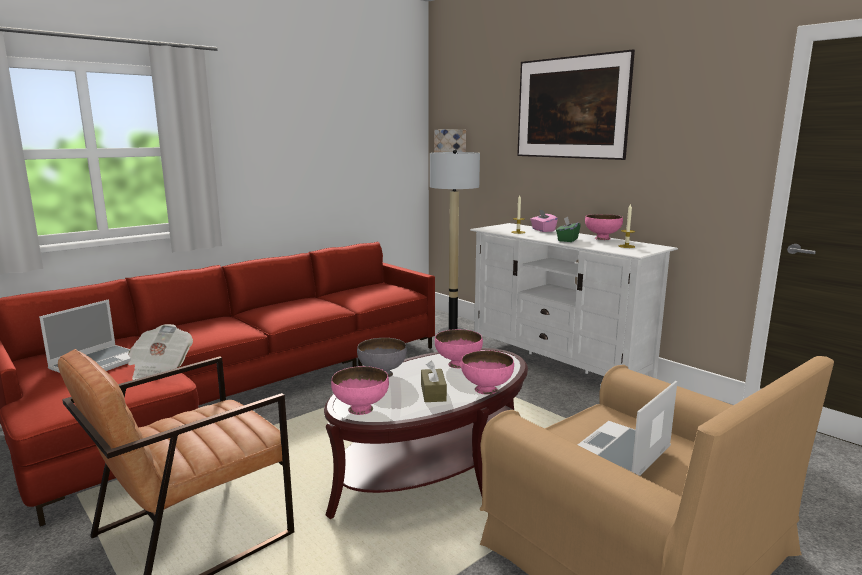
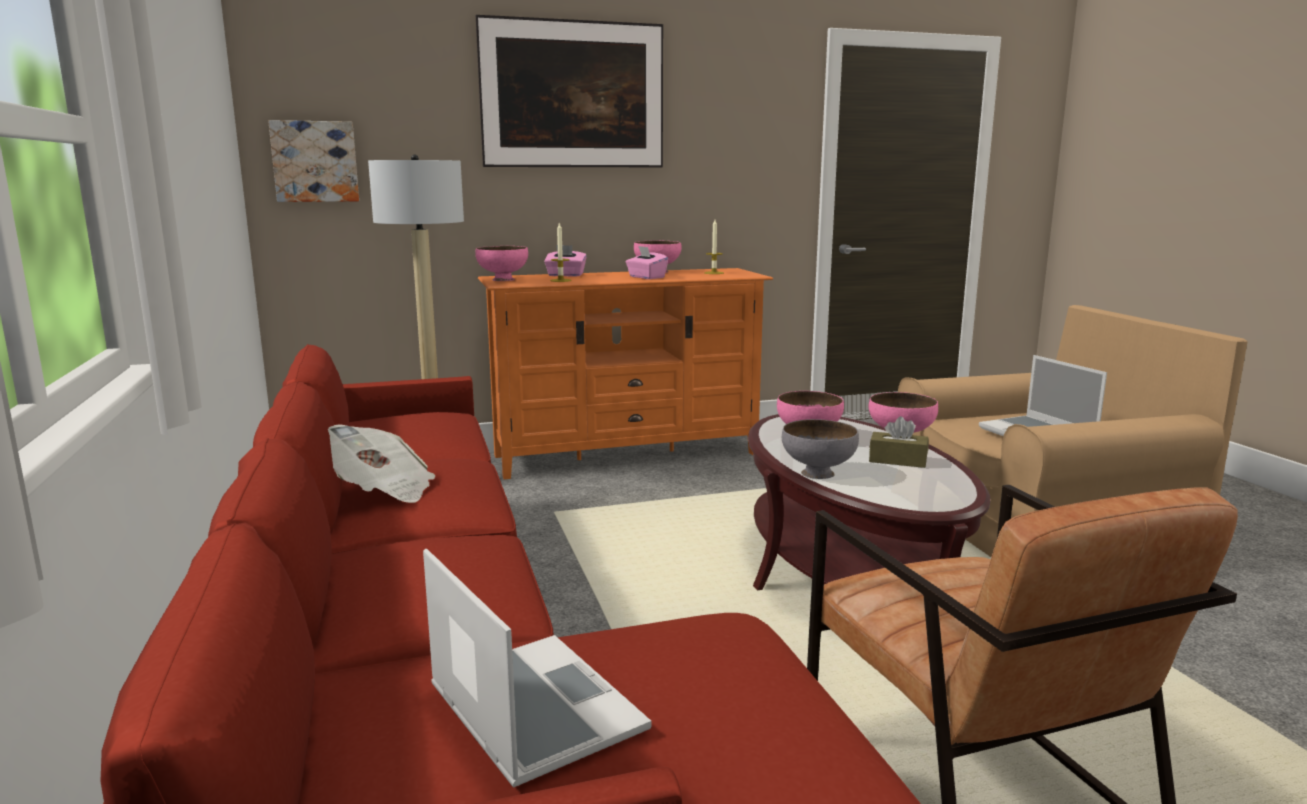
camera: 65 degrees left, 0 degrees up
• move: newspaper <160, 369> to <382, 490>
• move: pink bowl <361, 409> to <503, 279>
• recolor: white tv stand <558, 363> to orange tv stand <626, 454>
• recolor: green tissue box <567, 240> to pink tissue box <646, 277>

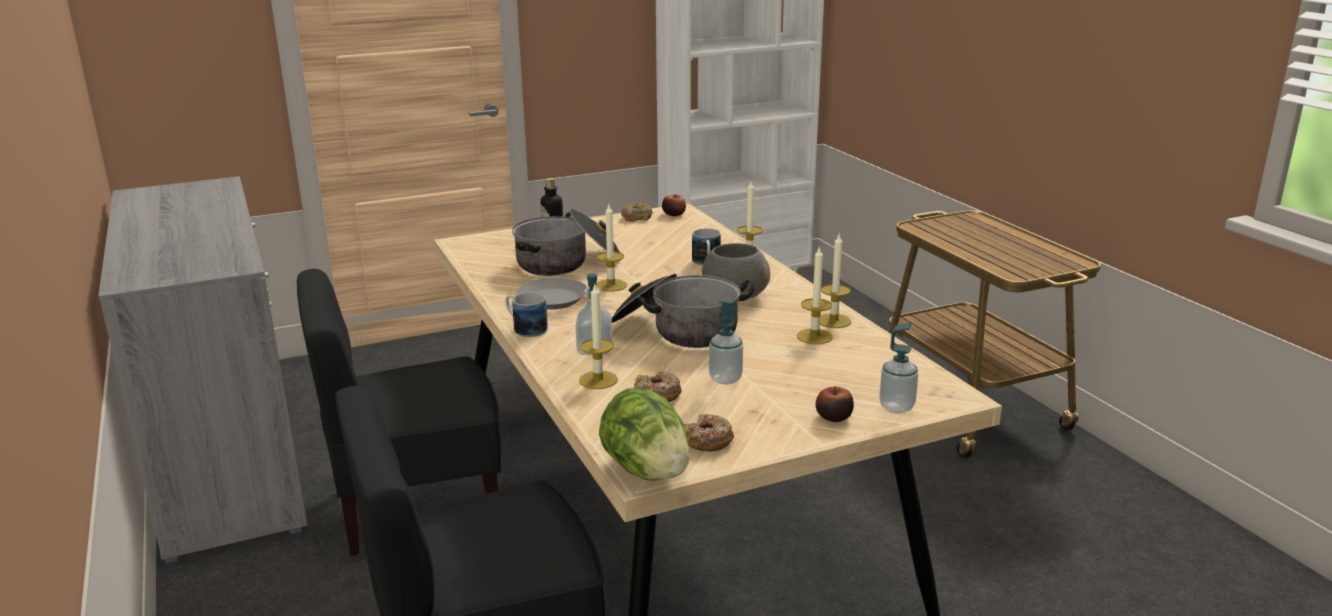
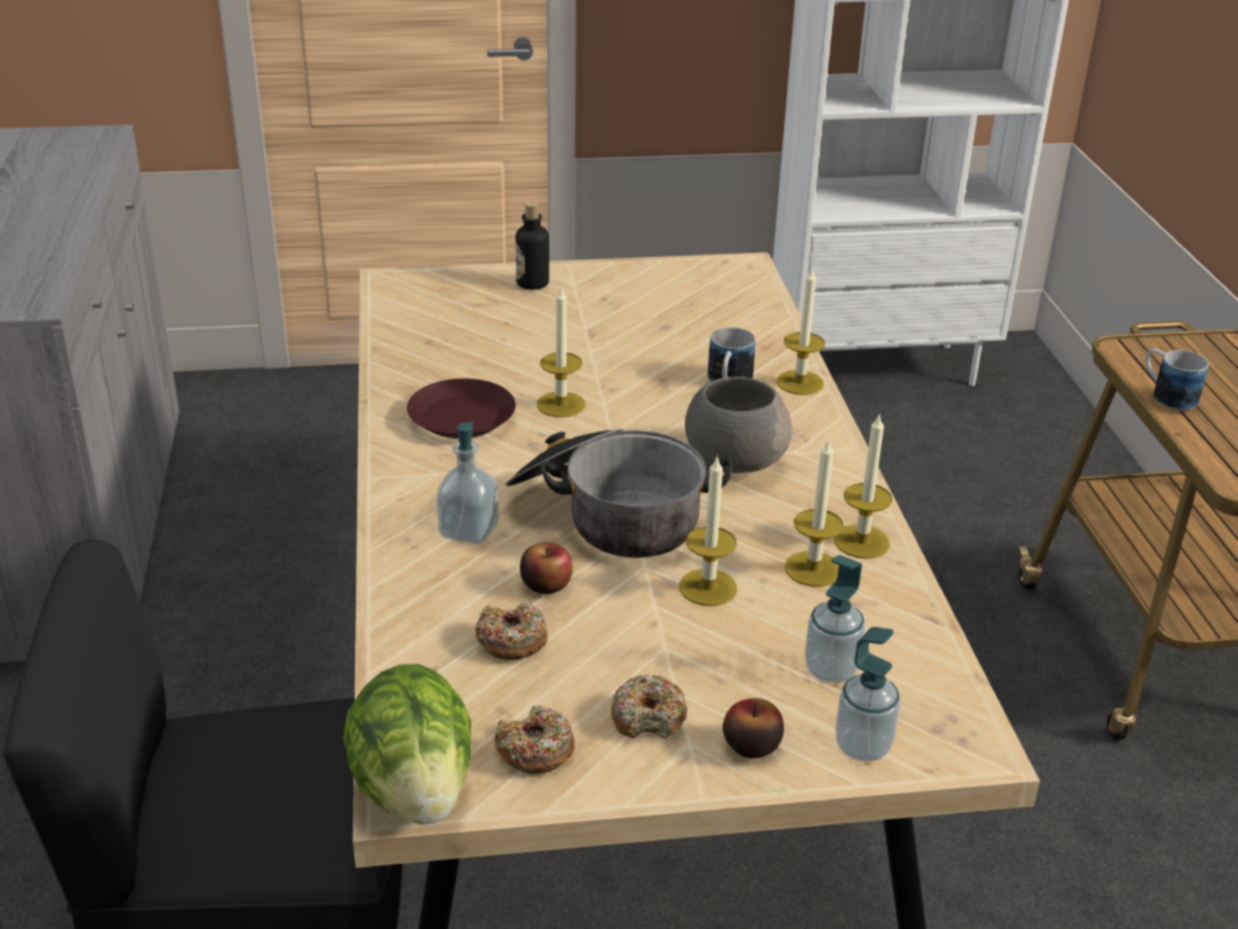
camera: 15 degrees right, 10 degrees up
• delete: black chair <417, 508>
• move: mug <525, 328> to <1166, 395>
• delete: cooking pot <568, 262>
• recolor: grey plate <552, 299> to brown plate <462, 417>
• move: candle <598, 380> to <708, 587>
• move: donut <636, 217> to <648, 717>
• move: apple <674, 214> to <546, 584>
• move: soap dispenser <725, 379> to <830, 670>

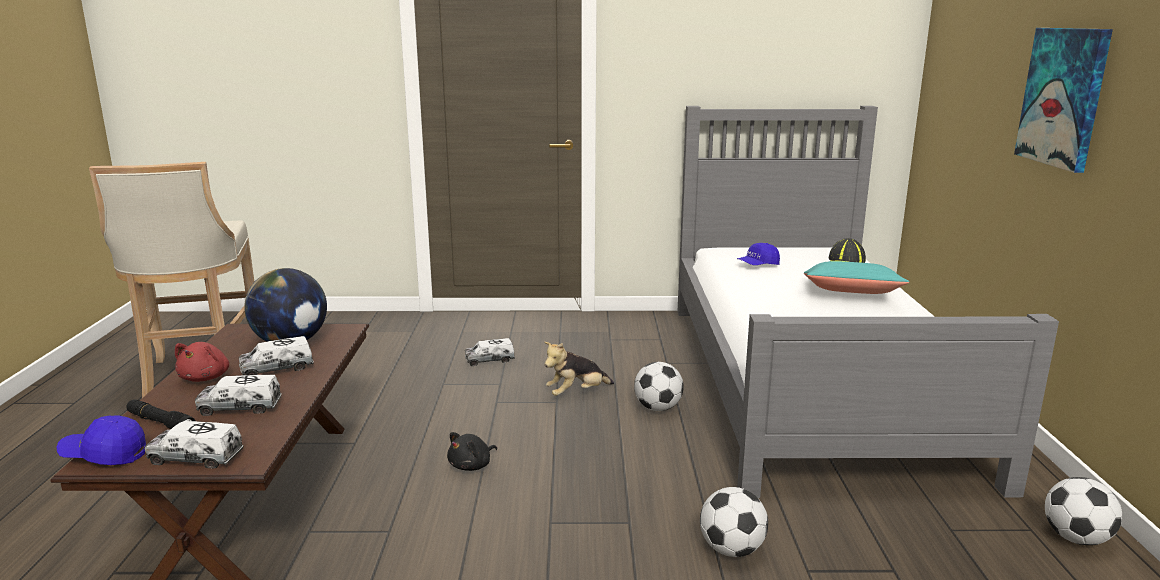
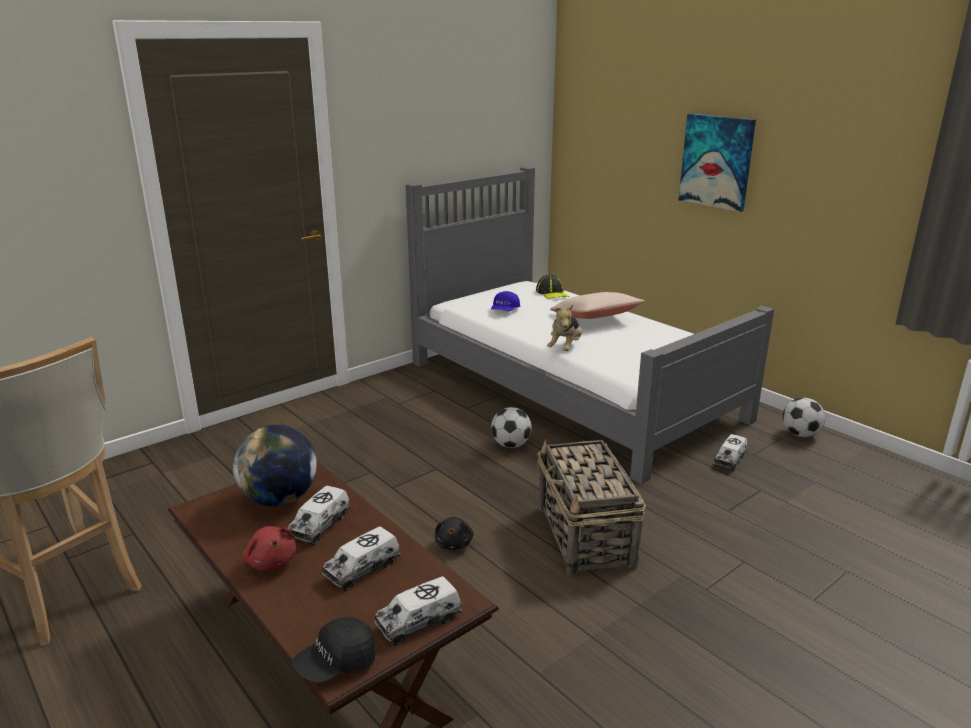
camera: 40 degrees left, 5 degrees up
• recolor: blue cap <104, 455> to black cap <336, 663>
• delete: black flashlight <161, 423>
• move: toy truck <489, 360> to <730, 460>
• move: plush toy <576, 393> to <565, 348>
• delete: football <731, 549>
• recolor: turquoise pillow <851, 295> to beige pillow <595, 318>
• insert: basket <585, 537>

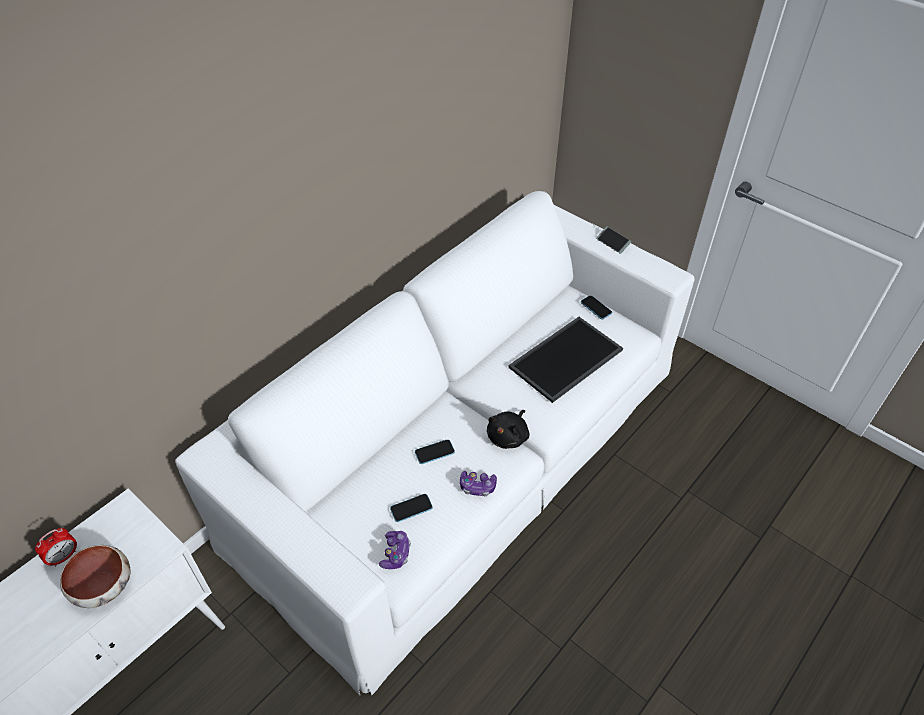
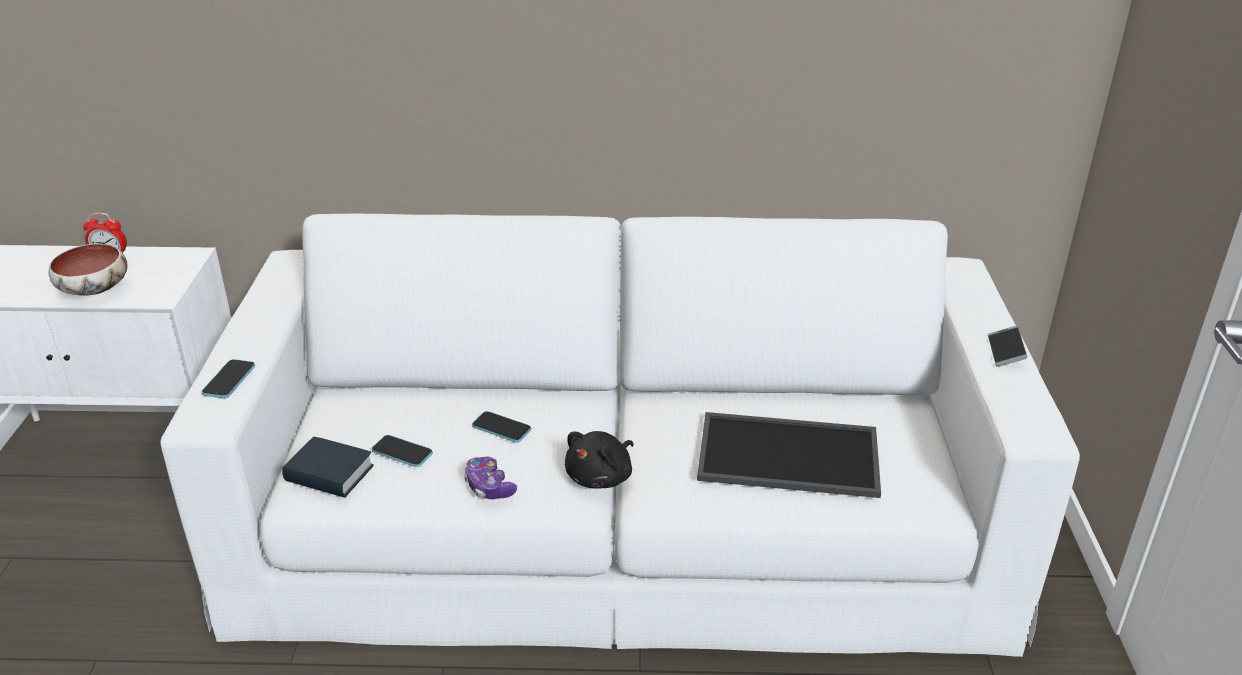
camera: 50 degrees right, 15 degrees down
• replace: game controller <395, 553> to book <329, 474>
• rotate: black plush toy <508, 436> = <601, 477> 45 degrees counterclockwise
• move: phone <596, 308> to <229, 380>

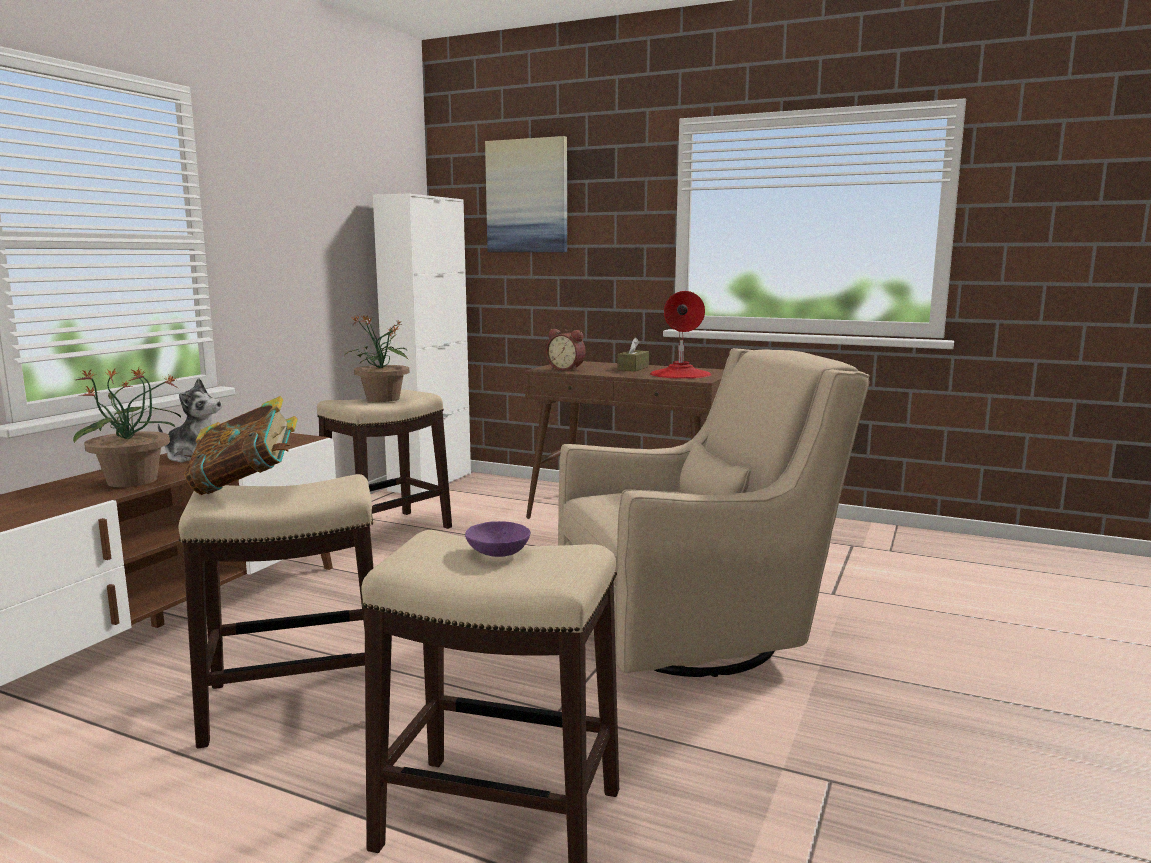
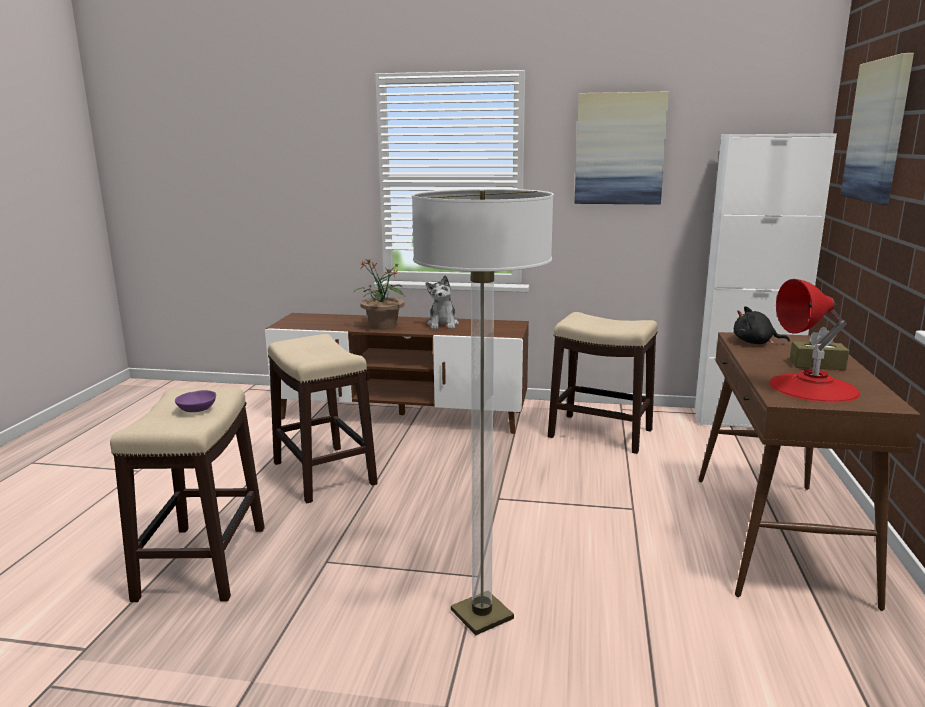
camera: 75 degrees right, 5 degrees up
• delete: book <246, 487>
• delete: potted plant <382, 399>
• replace: alarm clock <567, 369> to black plush toy <755, 343>
• replace: beige armchair <697, 634> to floor lamp <482, 615>
• insert: picture <619, 149>

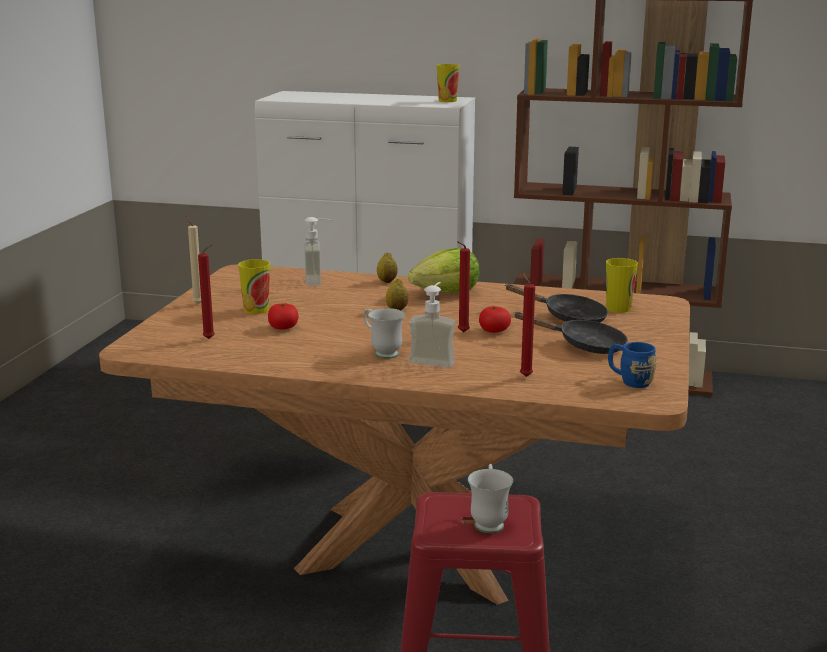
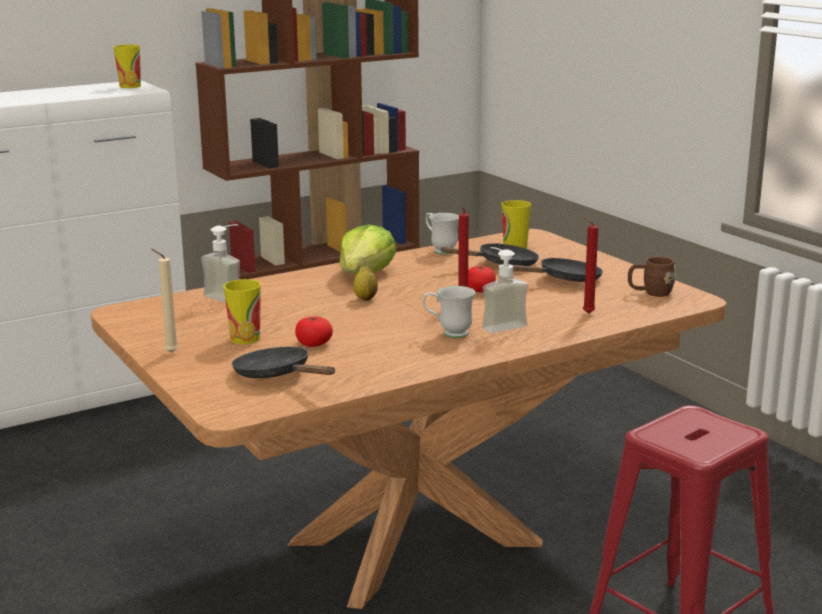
camera: 45 degrees left, 0 degrees up
• replace: red candle <211, 338> to black frying pan <277, 375>
• delete: lemon <387, 281>
• move: white mug <489, 521> to <440, 250>
• recolor: blue mug <629, 380> to brown mug <650, 293>

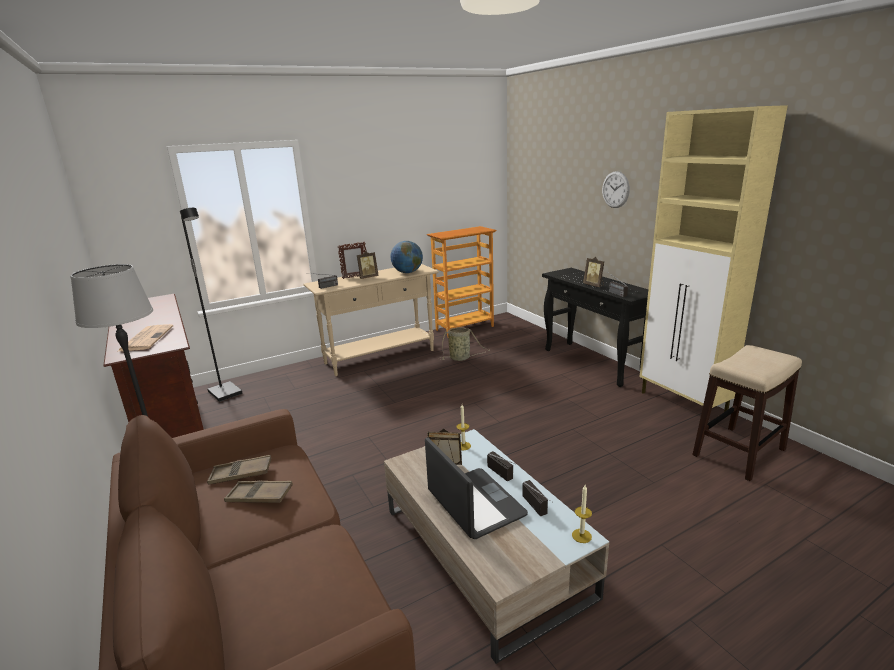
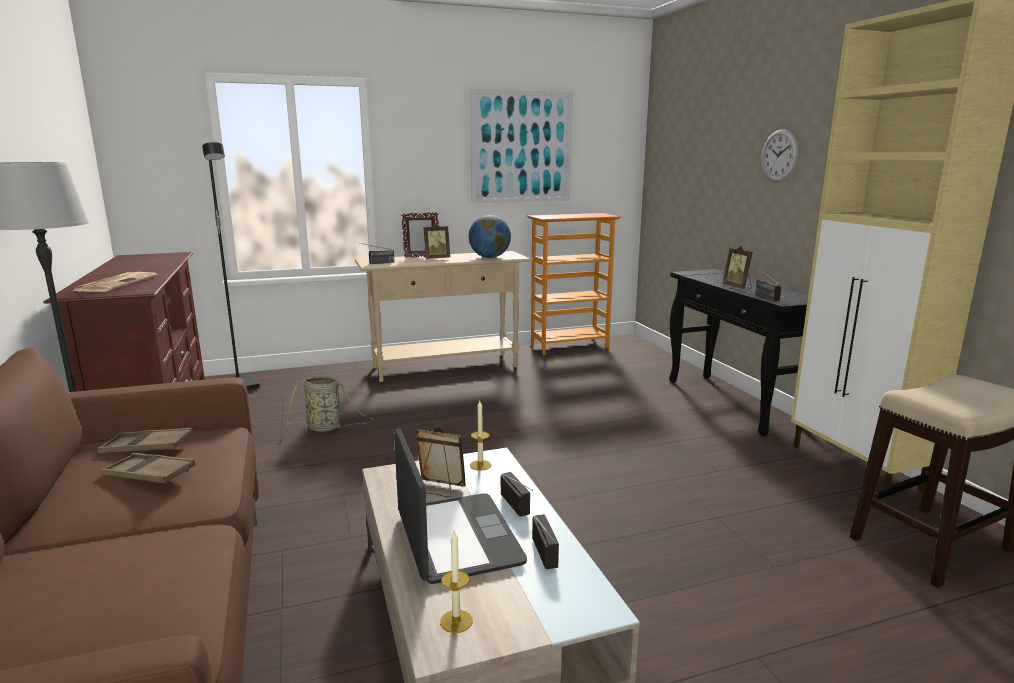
camera: 10 degrees right, 5 degrees down
• move: basket <461, 358> to <326, 428>
• move: candle <581, 536> to <456, 621>
• insert: picture <521, 147>

